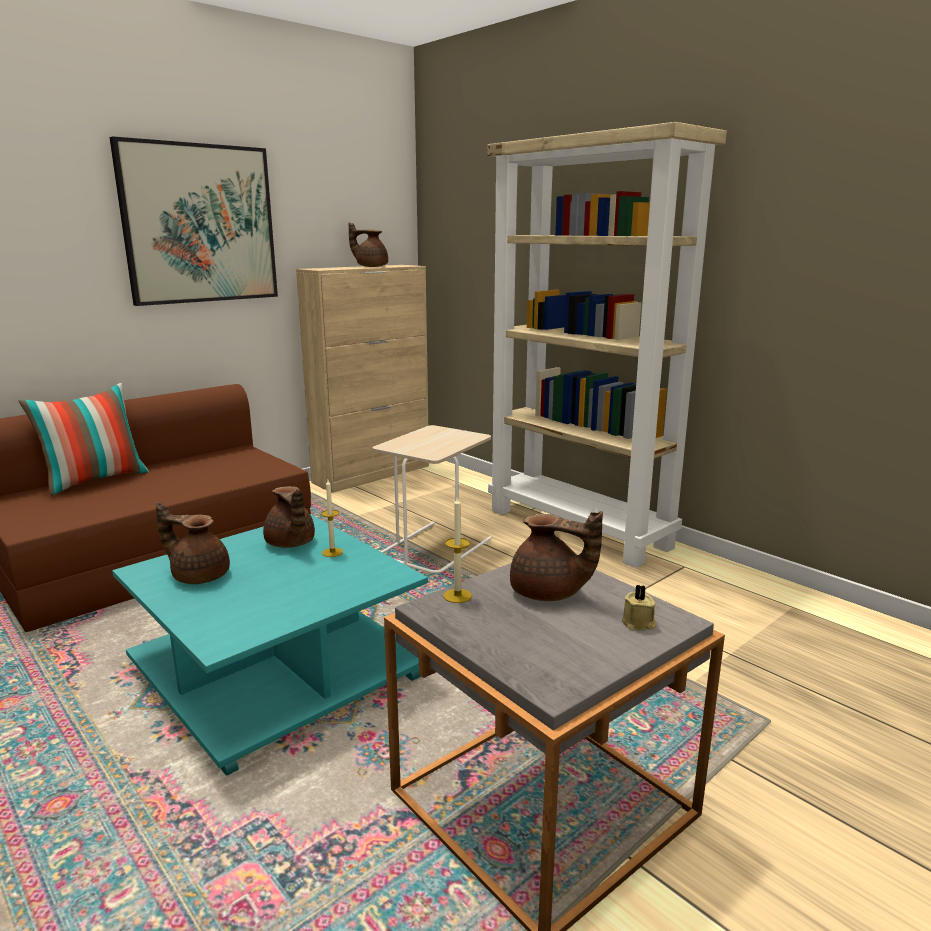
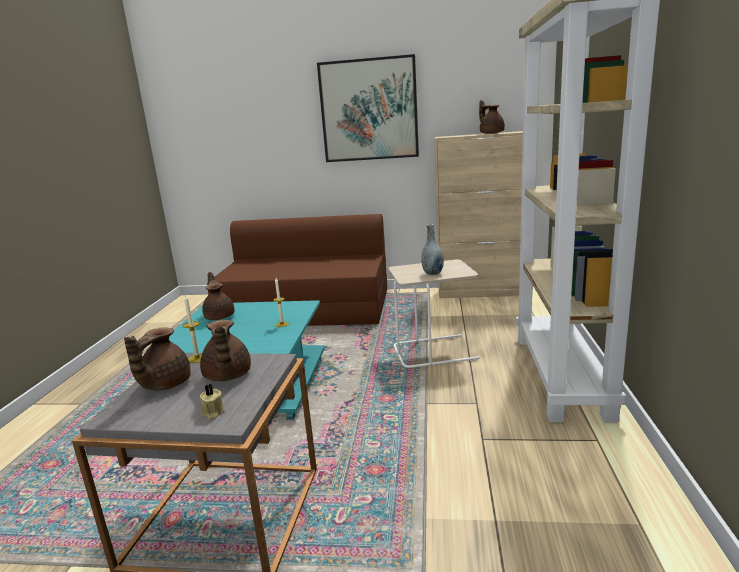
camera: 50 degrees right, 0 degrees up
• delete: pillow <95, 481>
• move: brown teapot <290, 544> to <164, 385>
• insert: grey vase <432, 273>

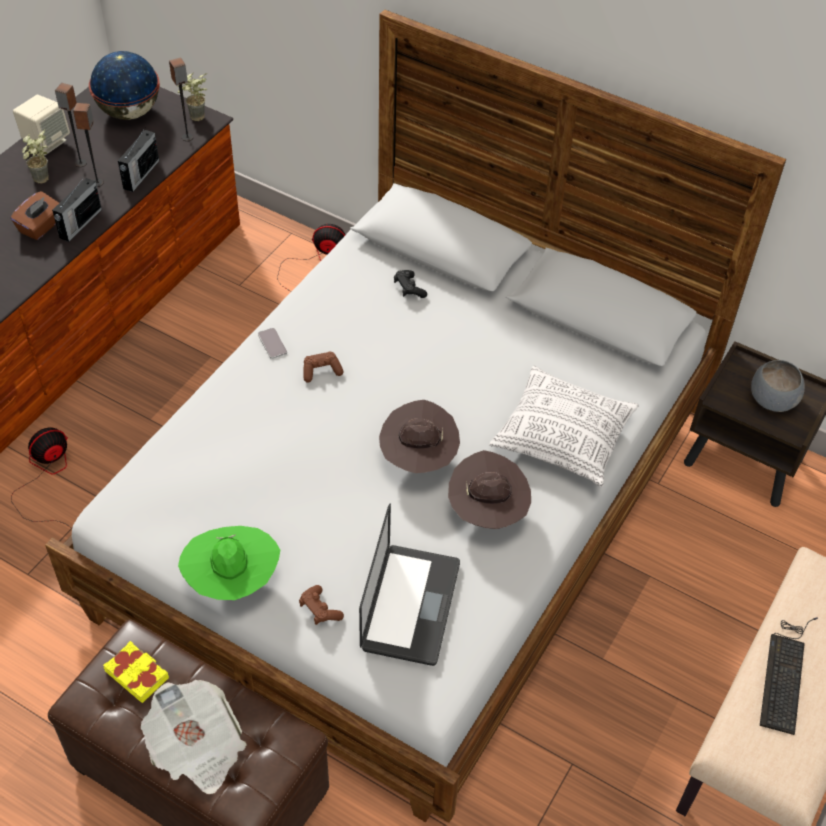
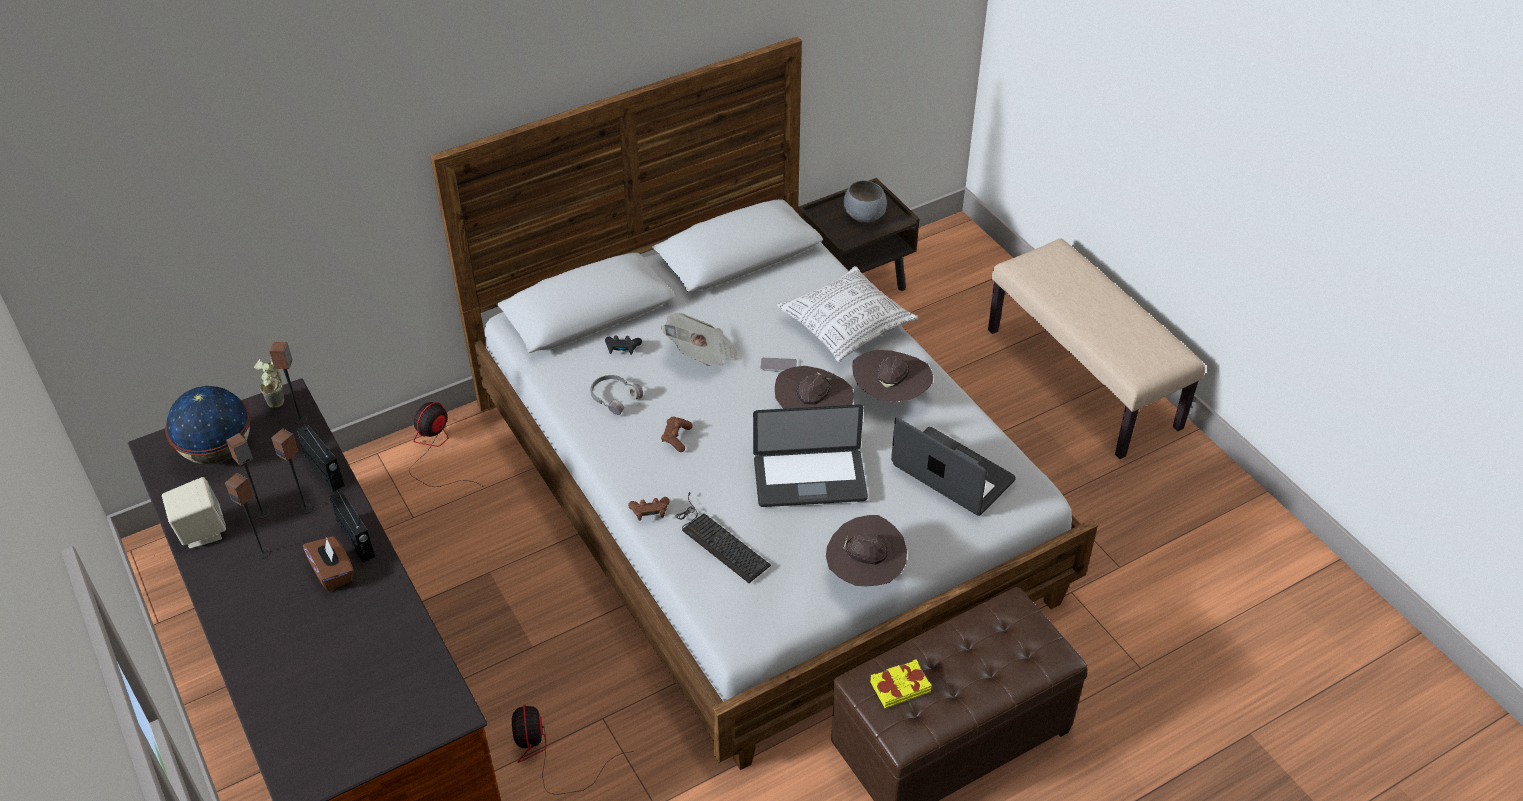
camera: 60 degrees left, 5 degrees down
• replace: potted plant <42, 182> to speaker <263, 553>
• move: newspaper <197, 748> to <702, 355>
• recolor: green hat <232, 581> to brown hat <865, 574>
• move: phone <272, 343> to <778, 365>
• move: brown game controller <320, 610> to <650, 512>
• move: keyboard <785, 672> to <718, 540>
• insert: grey headphones <614, 397>
• insert: laptop <810, 479>

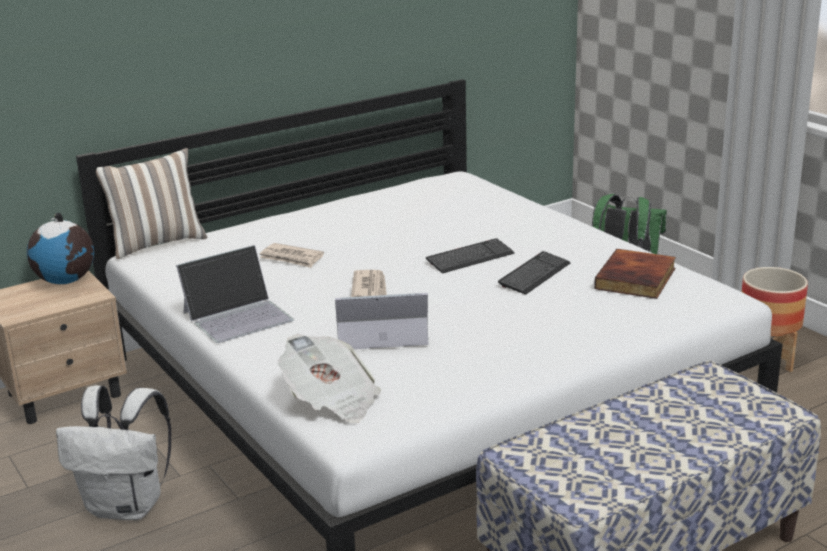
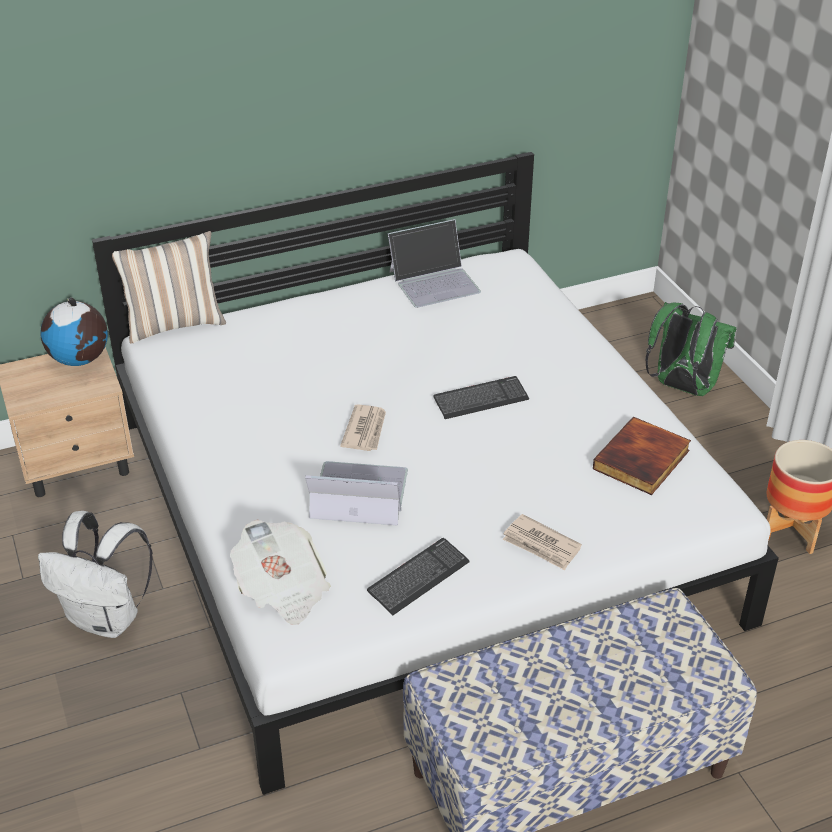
camera: 10 degrees right, 15 degrees up
• move: laptop <238, 316> to <434, 281>
• move: newspaper <291, 258> to <541, 545>
• move: keyboard <534, 275> to <418, 578>

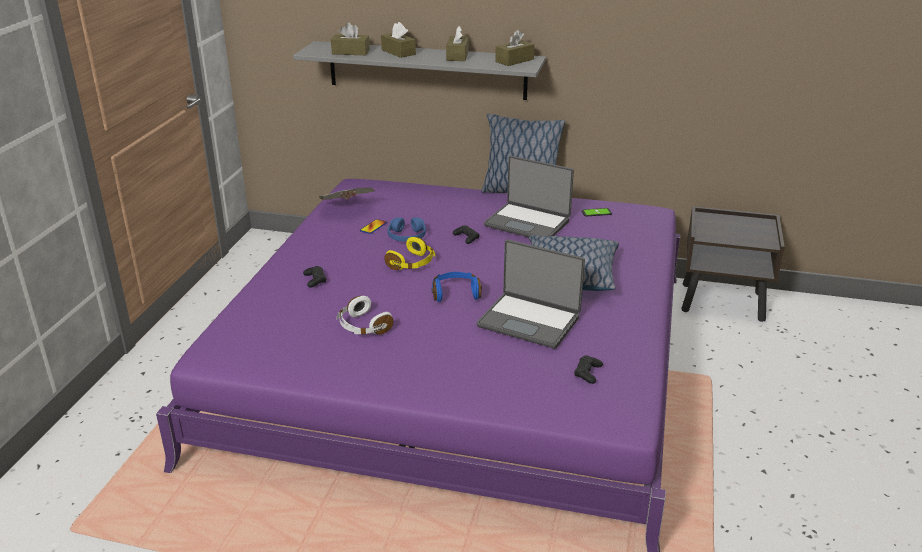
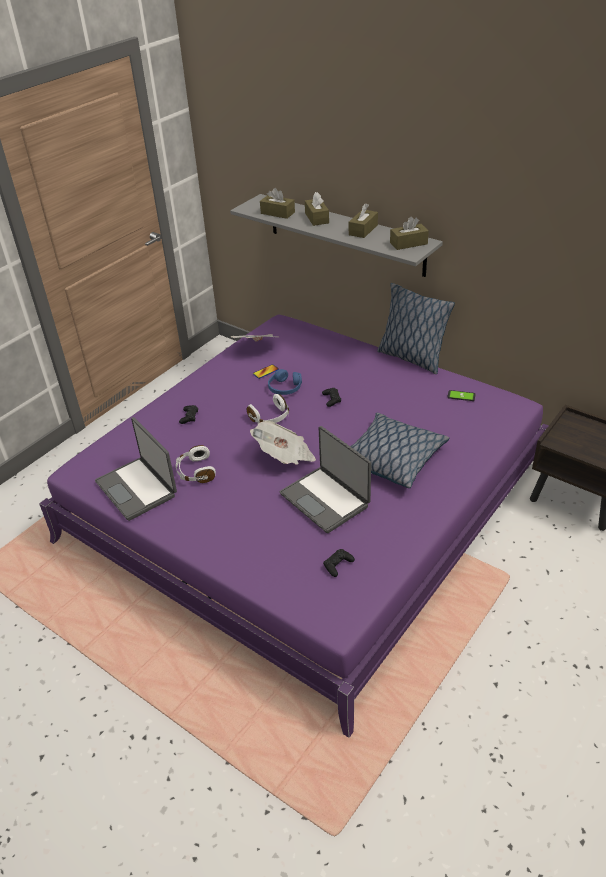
camera: 25 degrees right, 10 degrees up
• recolor: yellow headphones <412, 263> to white headphones <270, 417>
• replace: blue headphones <455, 293> to newspaper <285, 456>
• move: laptop <528, 223> to <137, 488>

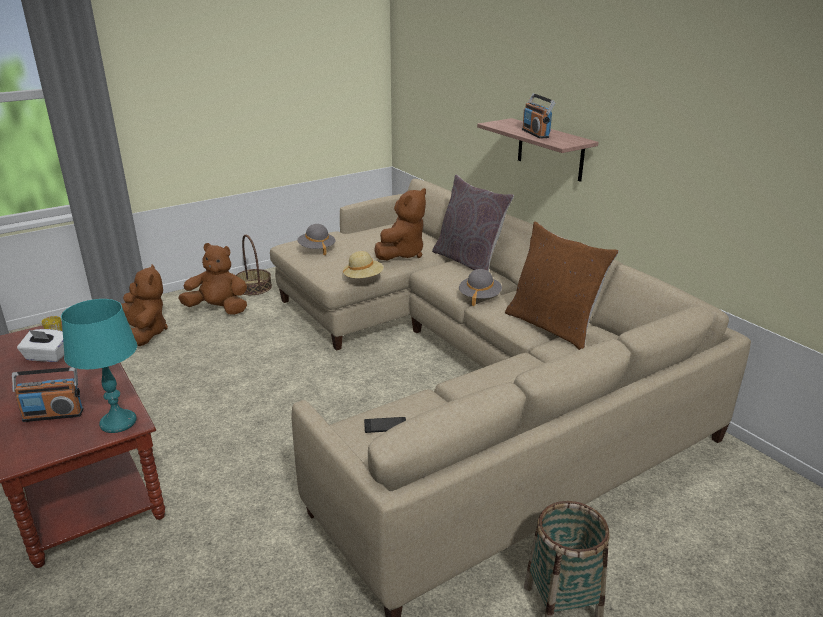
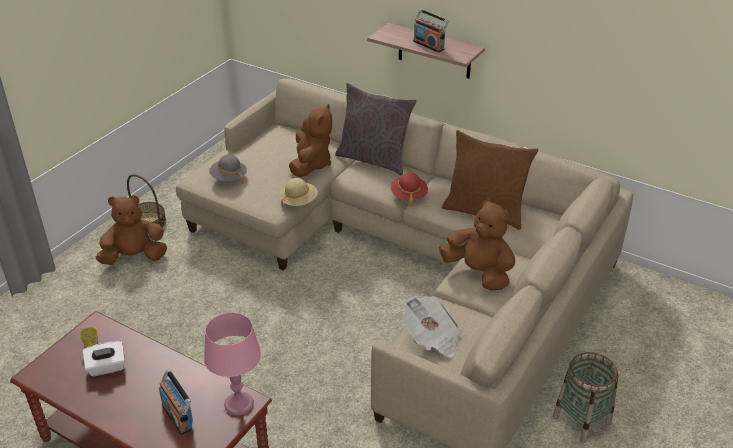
camera: 25 degrees left, 10 degrees up
• rotate: radio <53, 414> = <177, 416> 90 degrees clockwise
• recolor: turquoise table lamp <118, 423> to pink table lamp <239, 405>
• move: brown plush toy <145, 333> to <478, 273>
• replace: phone <385, 425> to newspaper <432, 338>
• recolor: grey hat <479, 297> to red hat <408, 196>

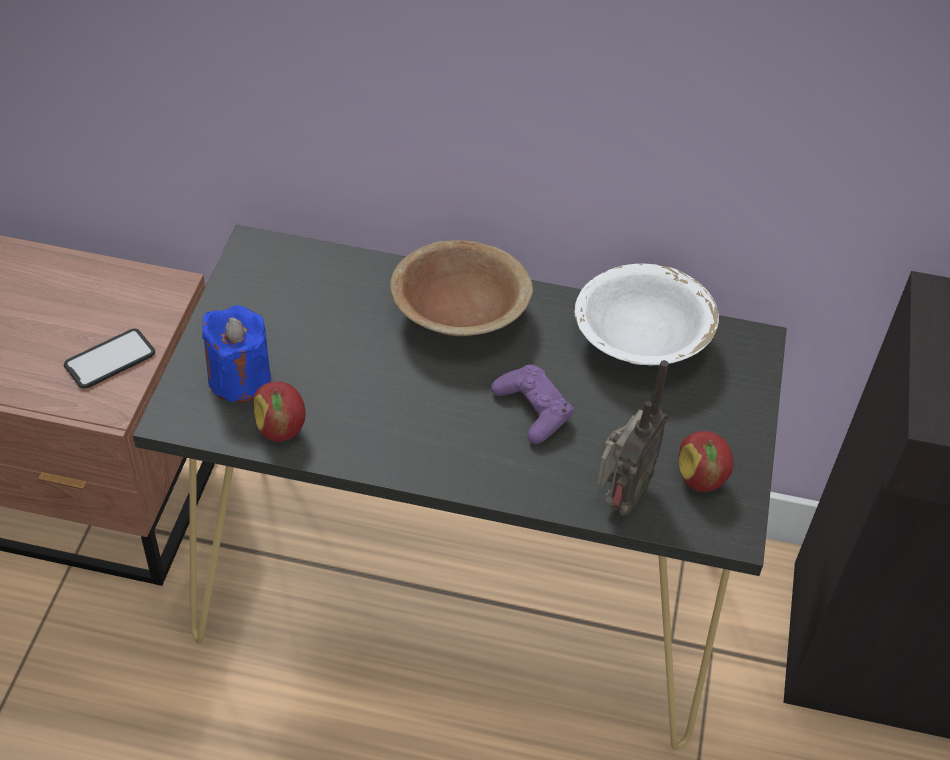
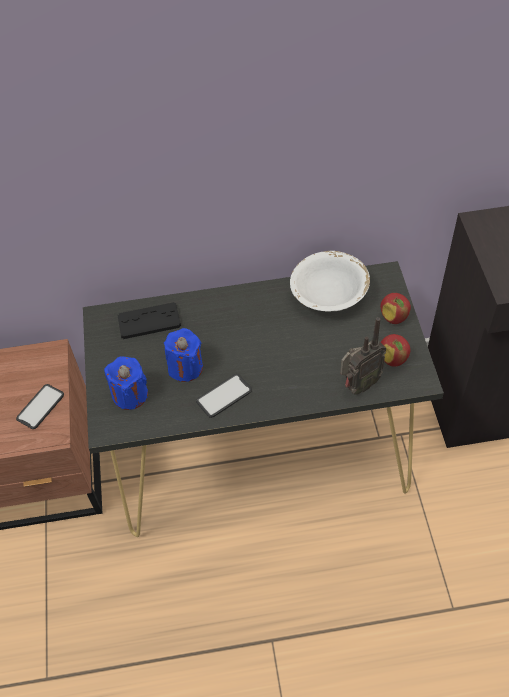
camera: 15 degrees left, 5 degrees up
• move: apple <281, 430> to <394, 317>
• delete: brown bowl <459, 314>
• delete: purple game controller <532, 409>
• rotate: radio <619, 499> = <358, 385> 45 degrees clockwise
• insert: black game controller <149, 321>
• insert: blue candle <185, 367>
• insert: phone <224, 396>

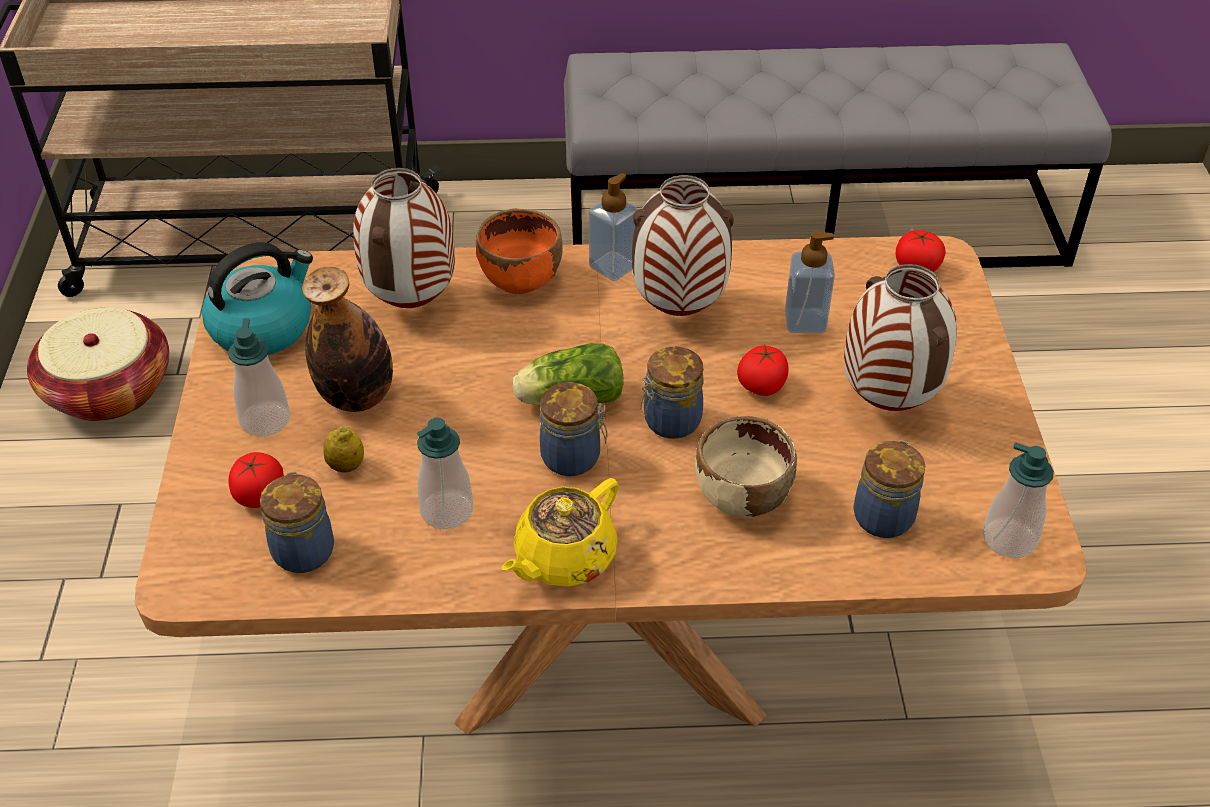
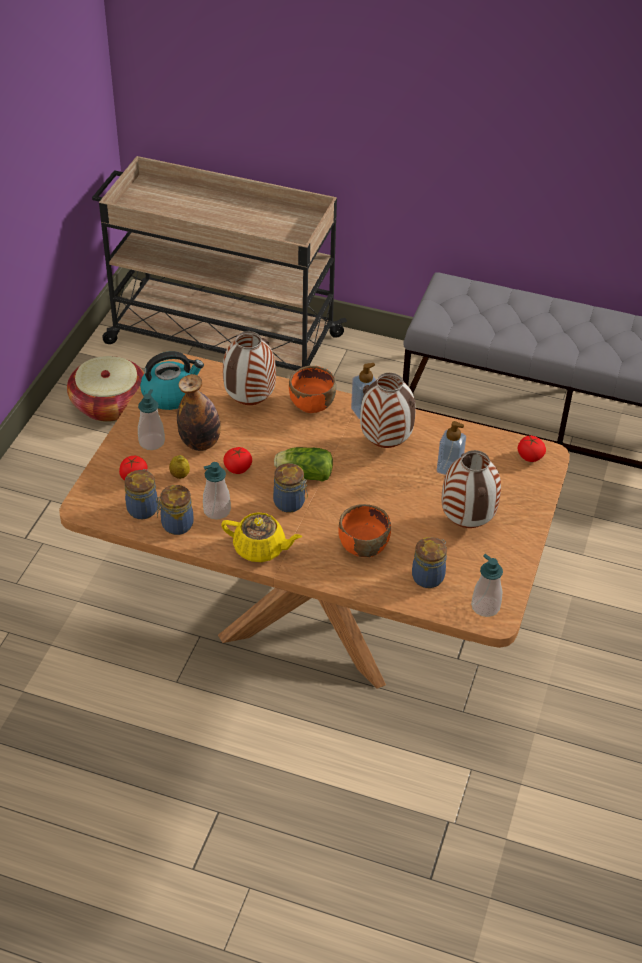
camera: 20 degrees right, 0 degrees up
• rotate: yellow teapot <563, 558> = <260, 548> 135 degrees counterclockwise
• move: jar <669, 422> to <176, 525>
• recolor: beige bowl <741, 496> to orange bowl <363, 546>
• move: tomato <761, 386> to <238, 468>

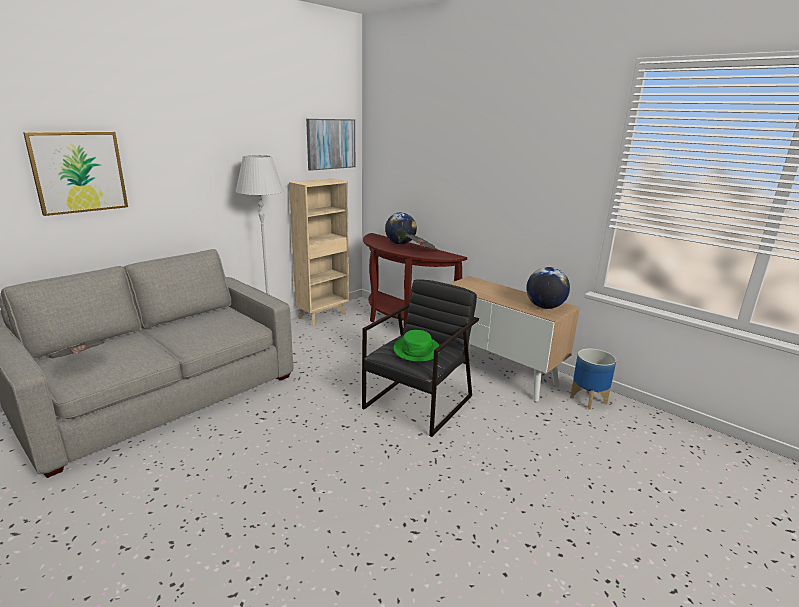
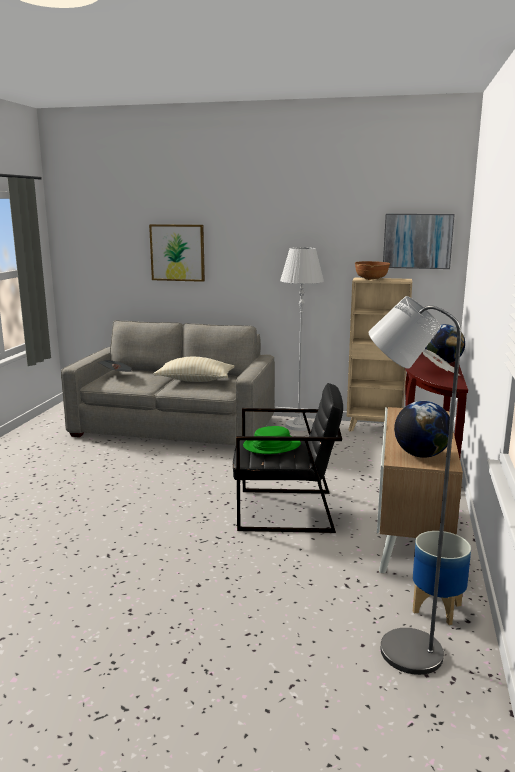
camera: 60 degrees right, 5 degrees down
• insert: beige pillow <195, 380>
• insert: brown bowl <371, 279>
• insert: grey floor lamp <398, 649>

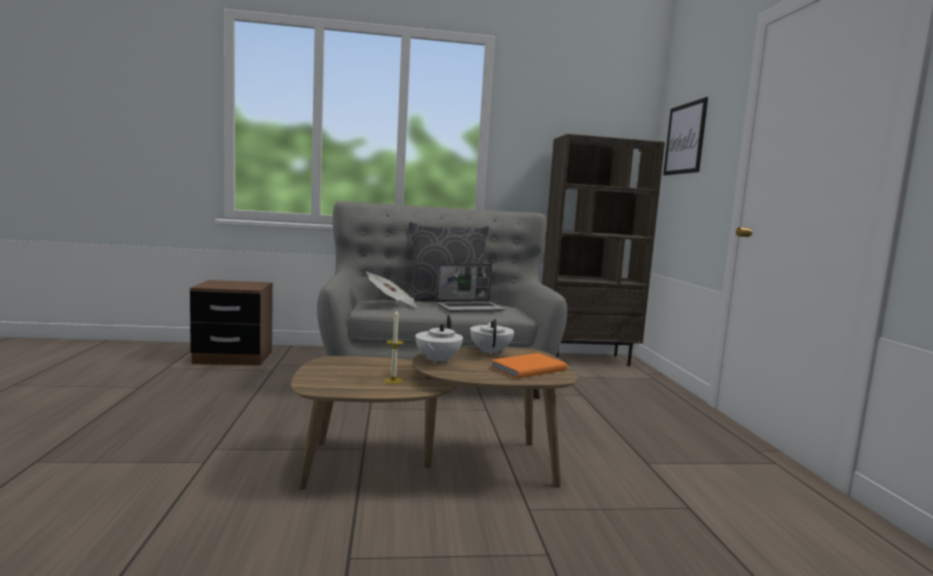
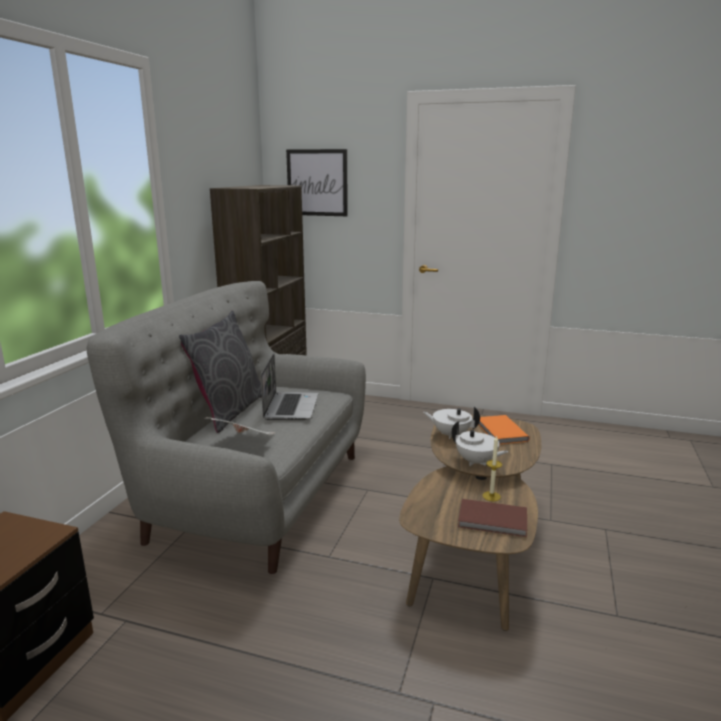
camera: 65 degrees left, 10 degrees up
• insert: brown book <493, 521>

